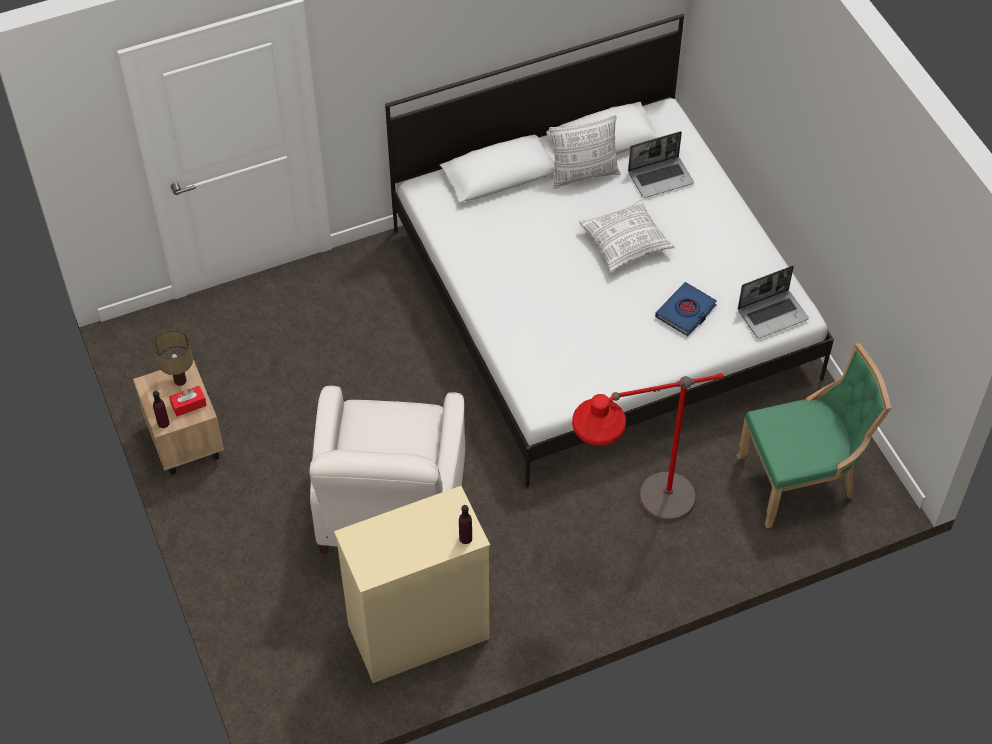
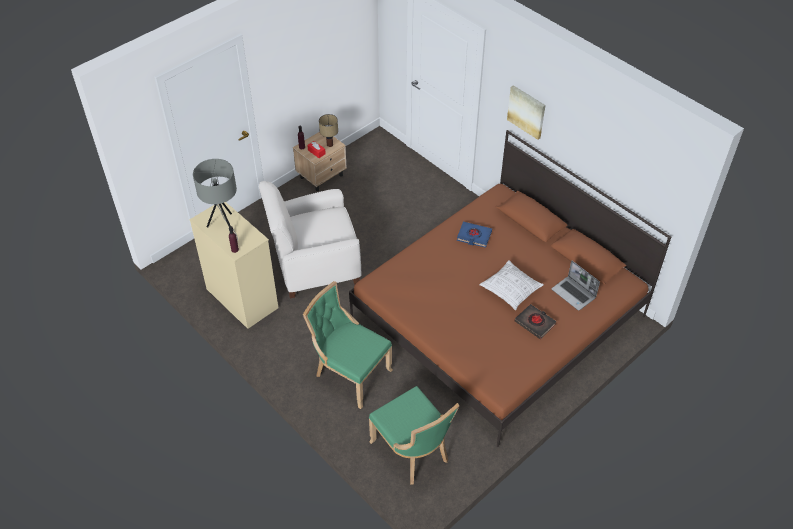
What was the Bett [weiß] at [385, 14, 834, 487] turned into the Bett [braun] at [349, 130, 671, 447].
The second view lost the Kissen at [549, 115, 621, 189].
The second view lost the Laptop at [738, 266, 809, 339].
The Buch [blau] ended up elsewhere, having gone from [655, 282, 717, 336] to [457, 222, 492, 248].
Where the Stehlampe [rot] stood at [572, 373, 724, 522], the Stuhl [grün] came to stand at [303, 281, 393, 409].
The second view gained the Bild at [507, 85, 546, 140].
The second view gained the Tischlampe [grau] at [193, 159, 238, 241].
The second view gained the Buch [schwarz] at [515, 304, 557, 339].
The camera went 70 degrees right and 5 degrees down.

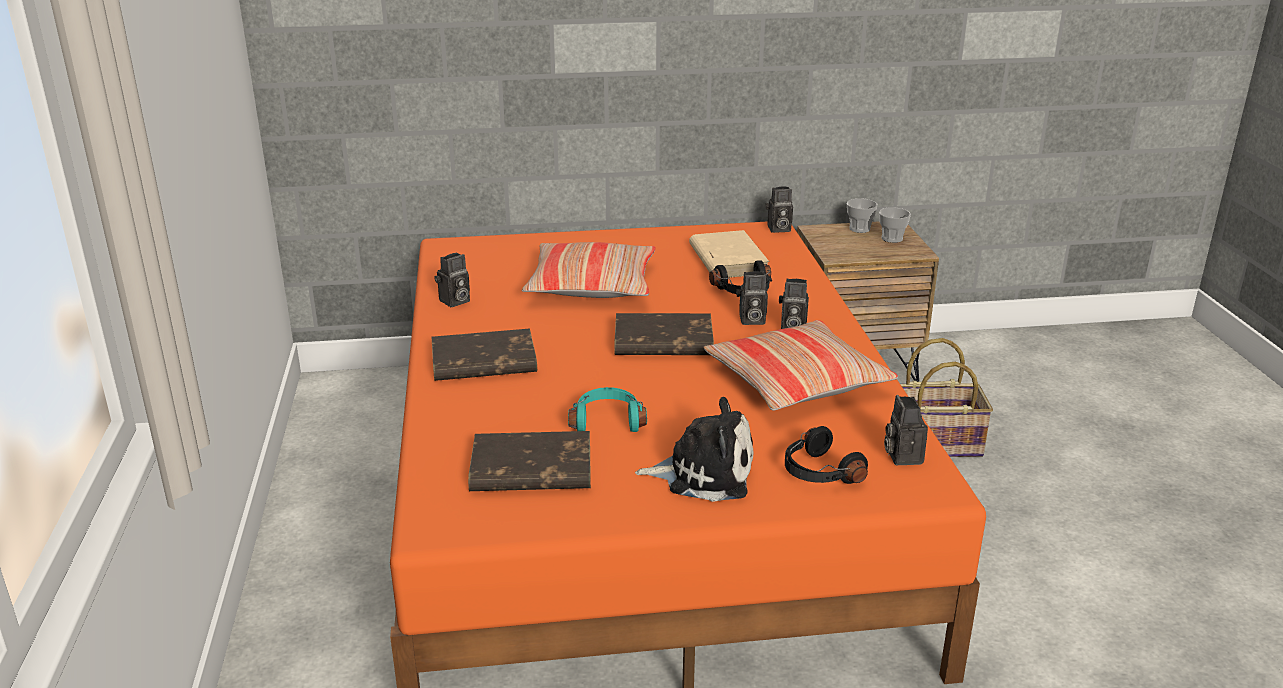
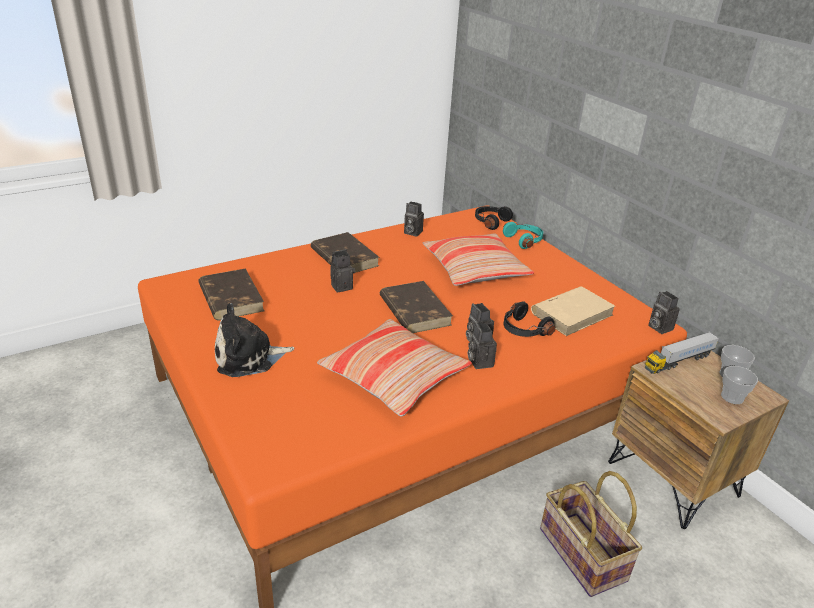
The Kopfhörer [türkis] ended up elsewhere, having gone from [568, 387, 647, 432] to [503, 222, 543, 249].
The Kamera ended up elsewhere, having gone from [884, 395, 928, 465] to [330, 250, 355, 292].
The Plüschtier at [635, 397, 754, 502] ended up facing another way, 90 degrees clockwise from before.
The Kopfhörer [schwarz] ended up elsewhere, having gone from [785, 426, 868, 484] to [475, 206, 513, 230].
The second view gained the Spielzeuglaster at [645, 332, 719, 374].
The camera went 65 degrees right and 5 degrees up.

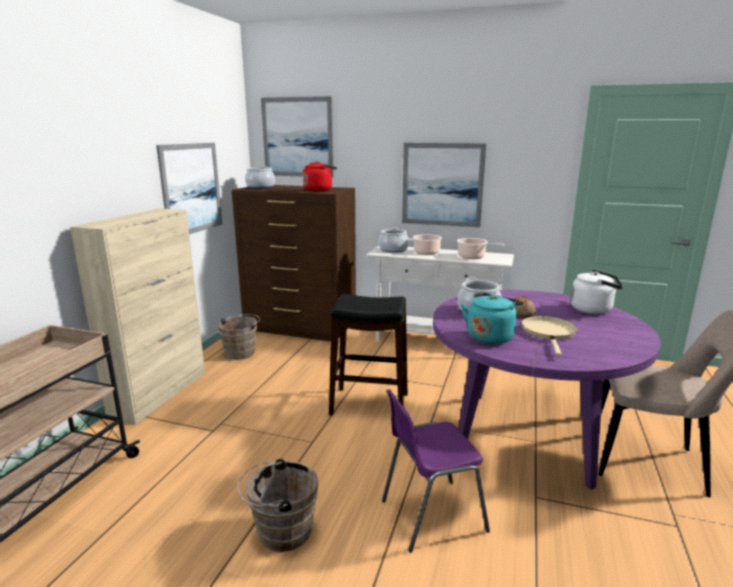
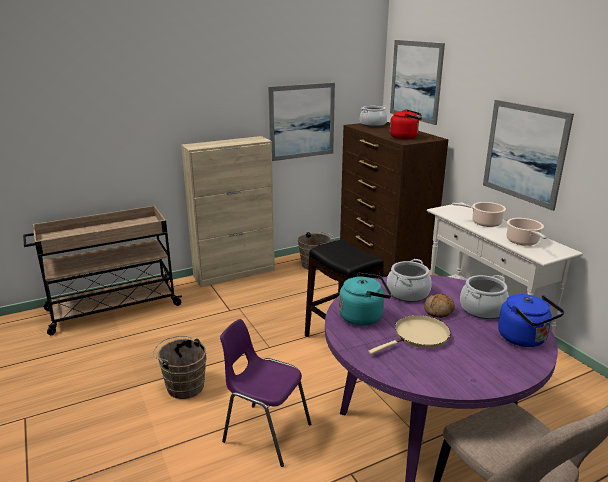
The Kochtopf ended up elsewhere, having gone from [379, 227, 409, 253] to [460, 275, 509, 319].
What was the Wasserkessel [weiß] at [570, 270, 623, 314] turned into the Wasserkessel [blau] at [498, 294, 564, 347].
The camera went 45 degrees right and 5 degrees up.

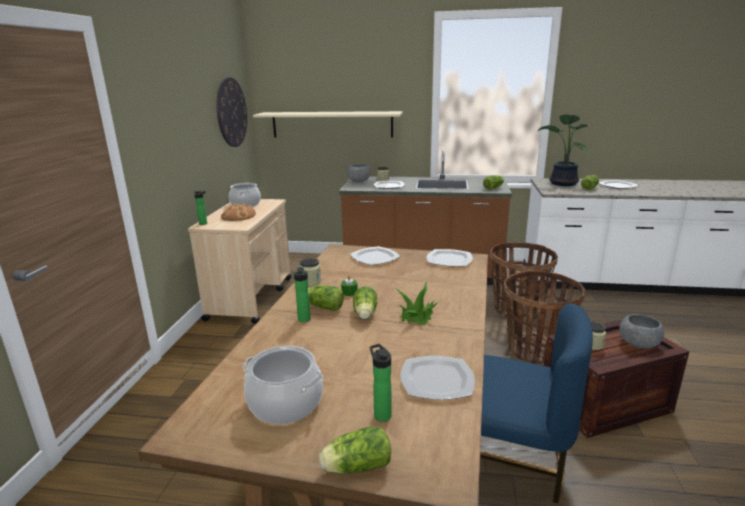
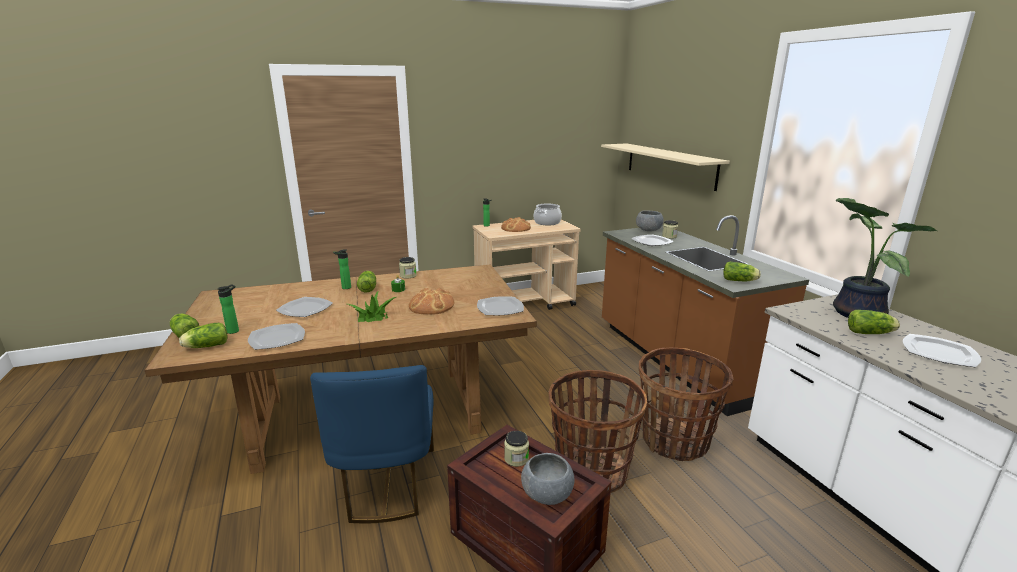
The second view lost the Wanduhr at [217, 77, 247, 147].
The Teller ended up elsewhere, having gone from [350, 246, 400, 265] to [276, 297, 333, 317].
The Salatkopf ended up elsewhere, having gone from [353, 287, 377, 319] to [179, 323, 228, 348].
The second view lost the Kochtopf at [243, 346, 323, 424].
The second view gained the Brot at [409, 288, 454, 315].
The camera went 60 degrees right and 0 degrees up.

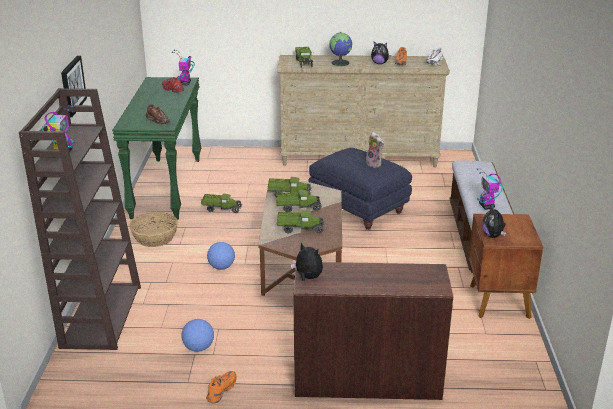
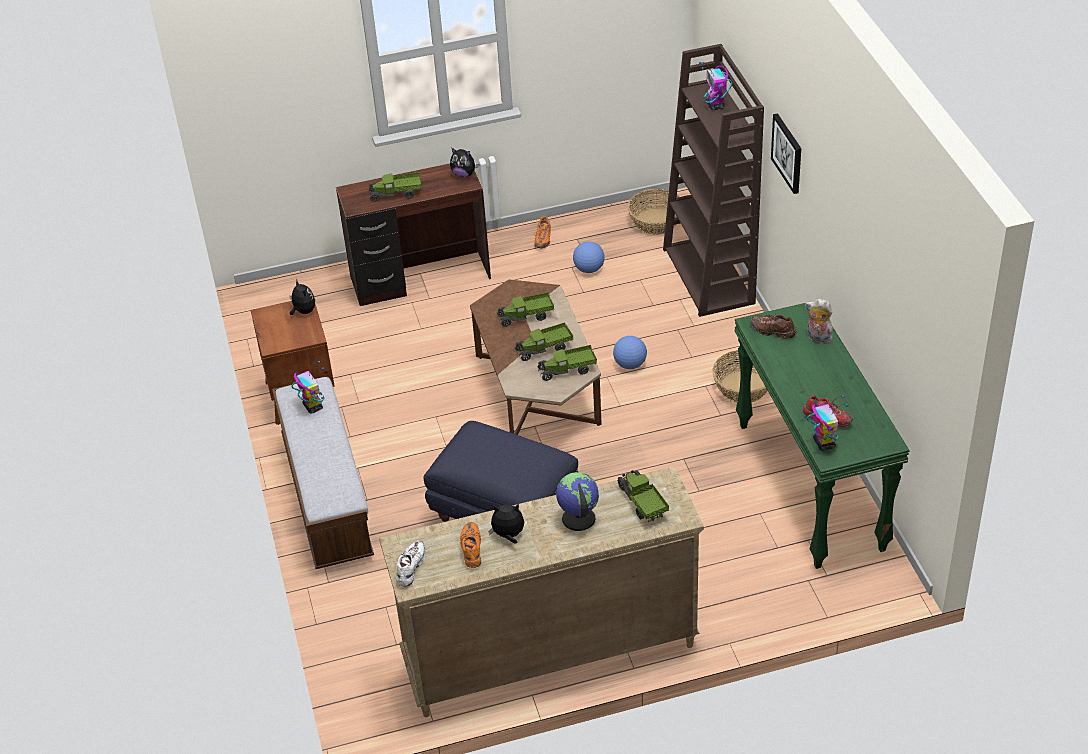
The Plüschtier ended up elsewhere, having gone from [365, 132, 384, 168] to [805, 299, 835, 344].
The Spielzeuglaster ended up elsewhere, having gone from [201, 194, 242, 213] to [368, 172, 422, 202].
The second view gained the Korb at [628, 189, 680, 235].
The camera went 165 degrees right and 15 degrees up.

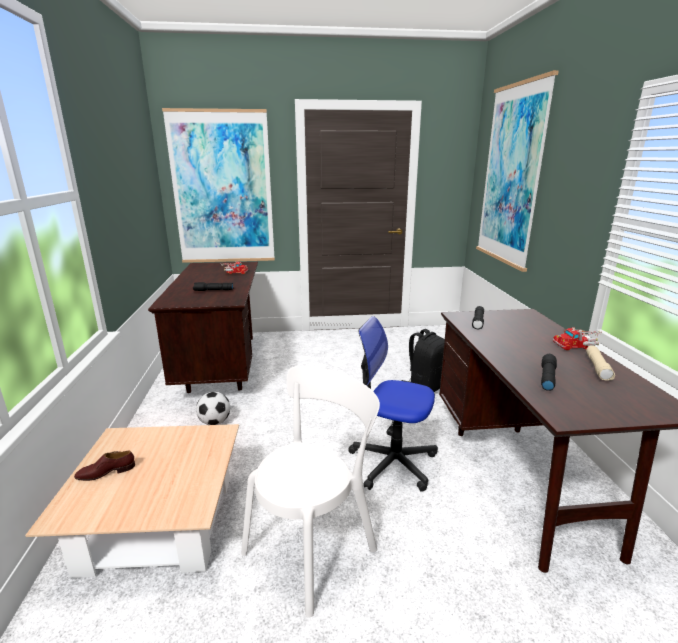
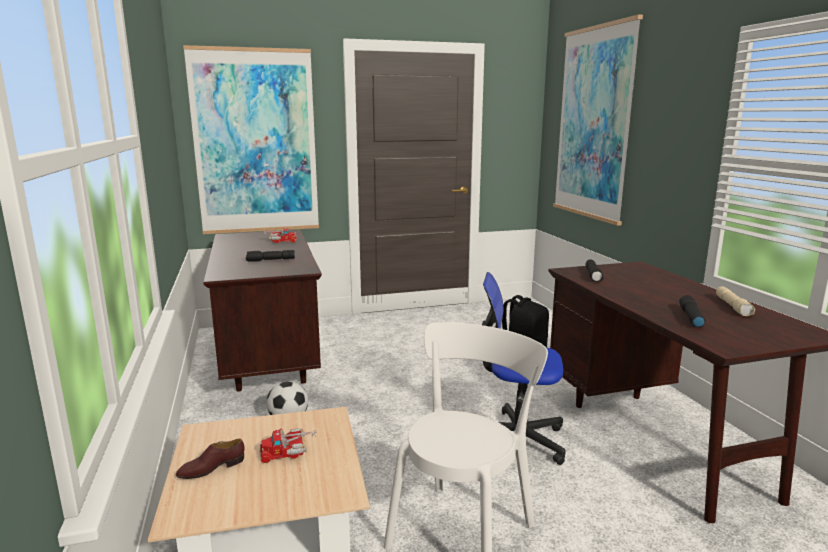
The Spielzeuglaster ended up elsewhere, having gone from [553, 327, 601, 350] to [259, 428, 318, 463].
The camera went 10 degrees left and 5 degrees down.

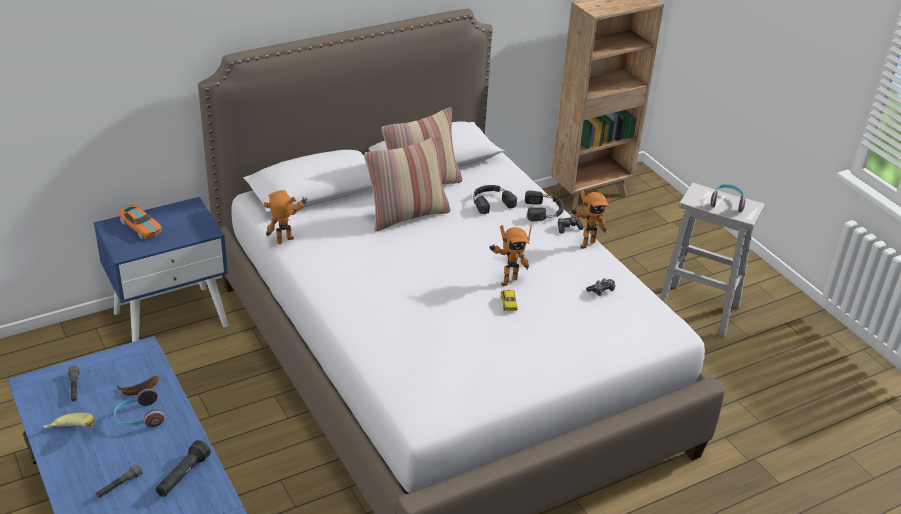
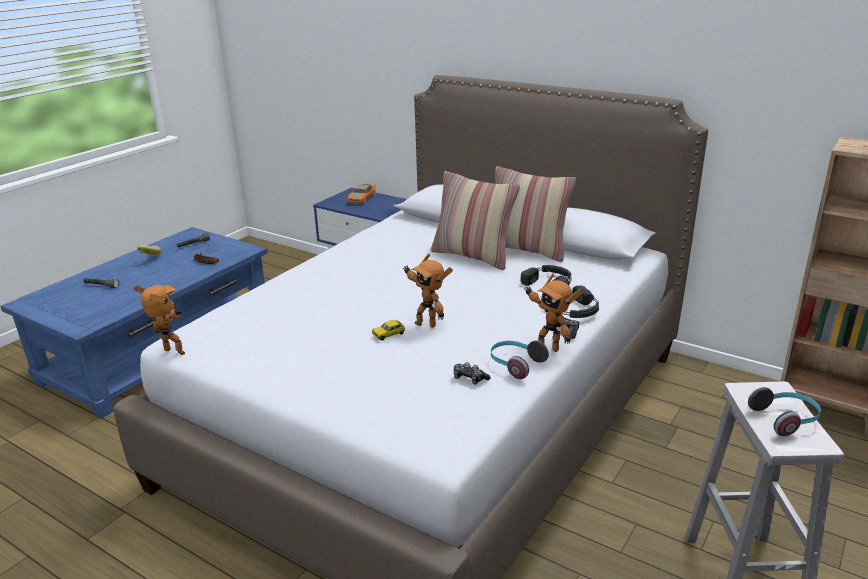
The Spielzeugroboter ended up elsewhere, having gone from [264, 190, 307, 245] to [134, 285, 185, 355].
The Kopfhörer ended up elsewhere, having gone from [114, 389, 165, 427] to [491, 340, 549, 379].
The second view lost the Taschenlampe [schwarz] at [156, 440, 211, 497].
The camera went 65 degrees right and 10 degrees down.

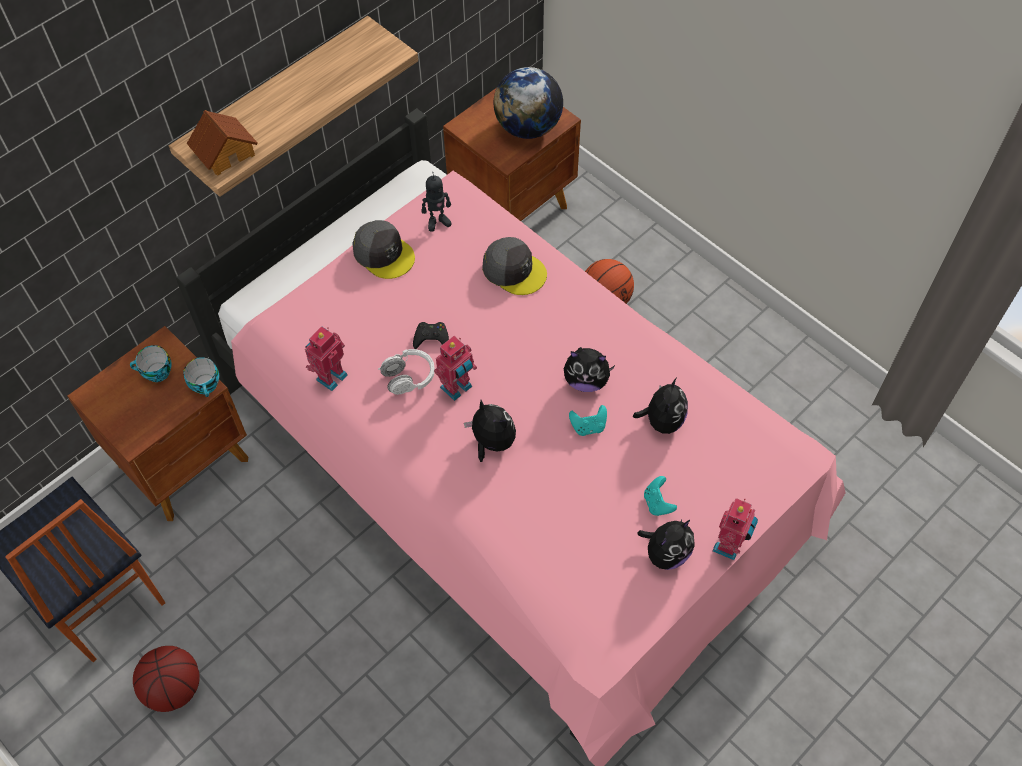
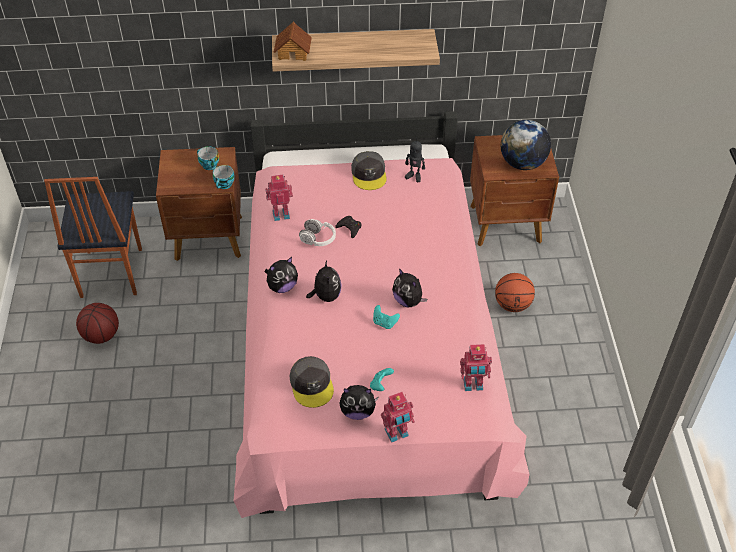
The Kappe [grau] ended up elsewhere, having gone from [482, 237, 547, 295] to [290, 356, 334, 408].
The Spielzeugroboter ended up elsewhere, having gone from [434, 336, 477, 401] to [460, 344, 492, 391].
The Plüschtier ended up elsewhere, having gone from [633, 377, 688, 434] to [265, 257, 298, 293].
The camera went 40 degrees right and 10 degrees down.

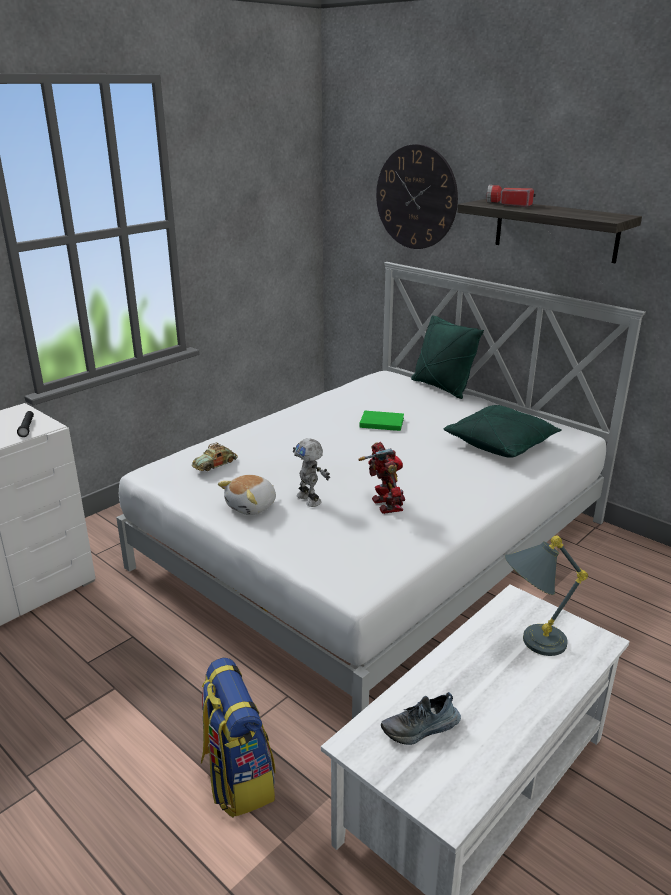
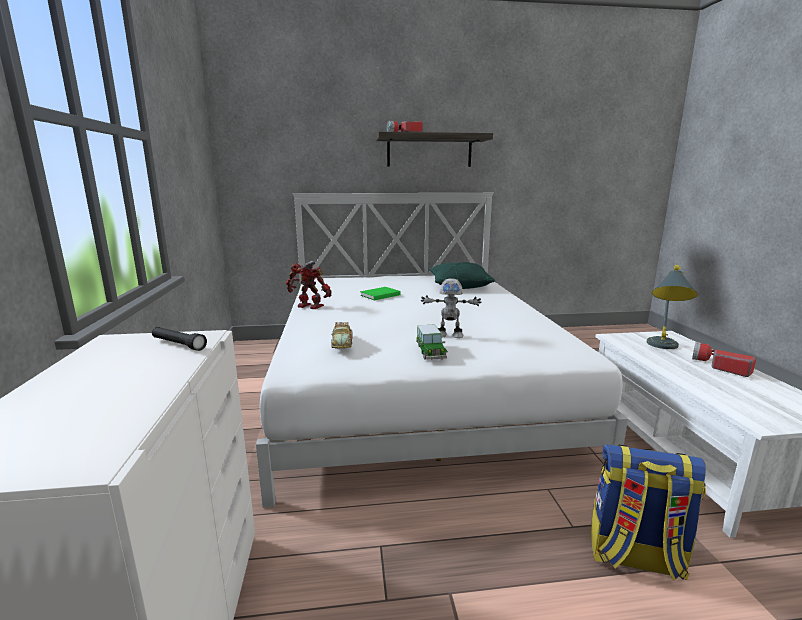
The second view lost the Wanduhr at [376, 144, 458, 249].
The second view lost the Kissen [grün] at [411, 316, 484, 399].
The Spielzeugroboter ended up elsewhere, having gone from [359, 442, 405, 514] to [286, 261, 332, 309].
Where the Plüschtier stood at [218, 475, 276, 515], the Spielzeugauto came to stand at [416, 324, 448, 360].
The second view lost the Schuh at [381, 692, 461, 745].
The second view gained the Taschenlampe at [692, 342, 756, 377].
The camera went 50 degrees left and 10 degrees down.

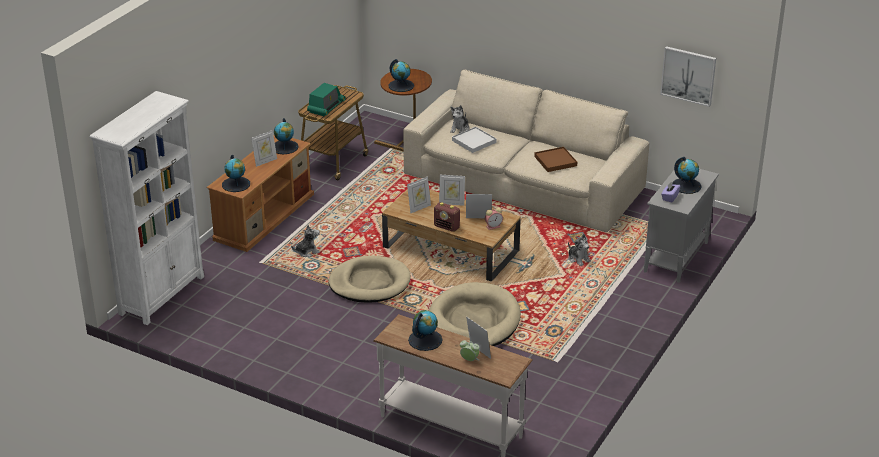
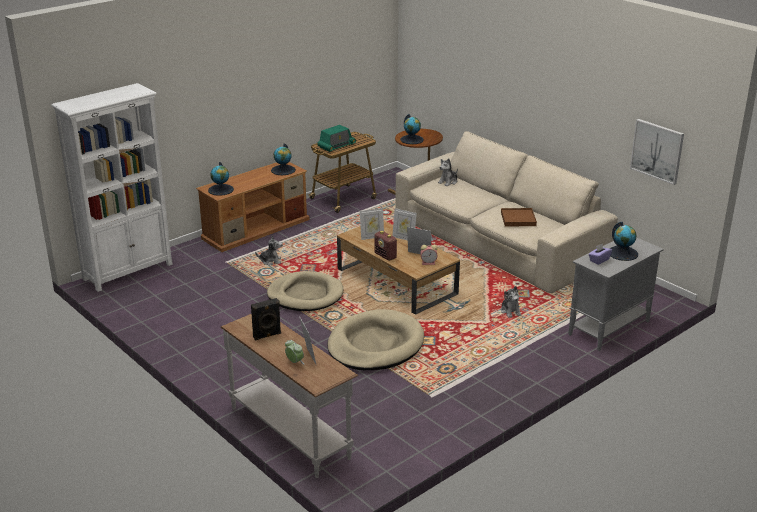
The second view lost the Tablett [weiß] at [452, 127, 497, 153].
The second view lost the Bilderrahmen at [251, 130, 277, 167].
Where the Globus stood at [408, 310, 443, 351], the Lautsprecher [schwarz] came to stand at [251, 298, 281, 340].
The camera went 20 degrees right and 5 degrees down.

